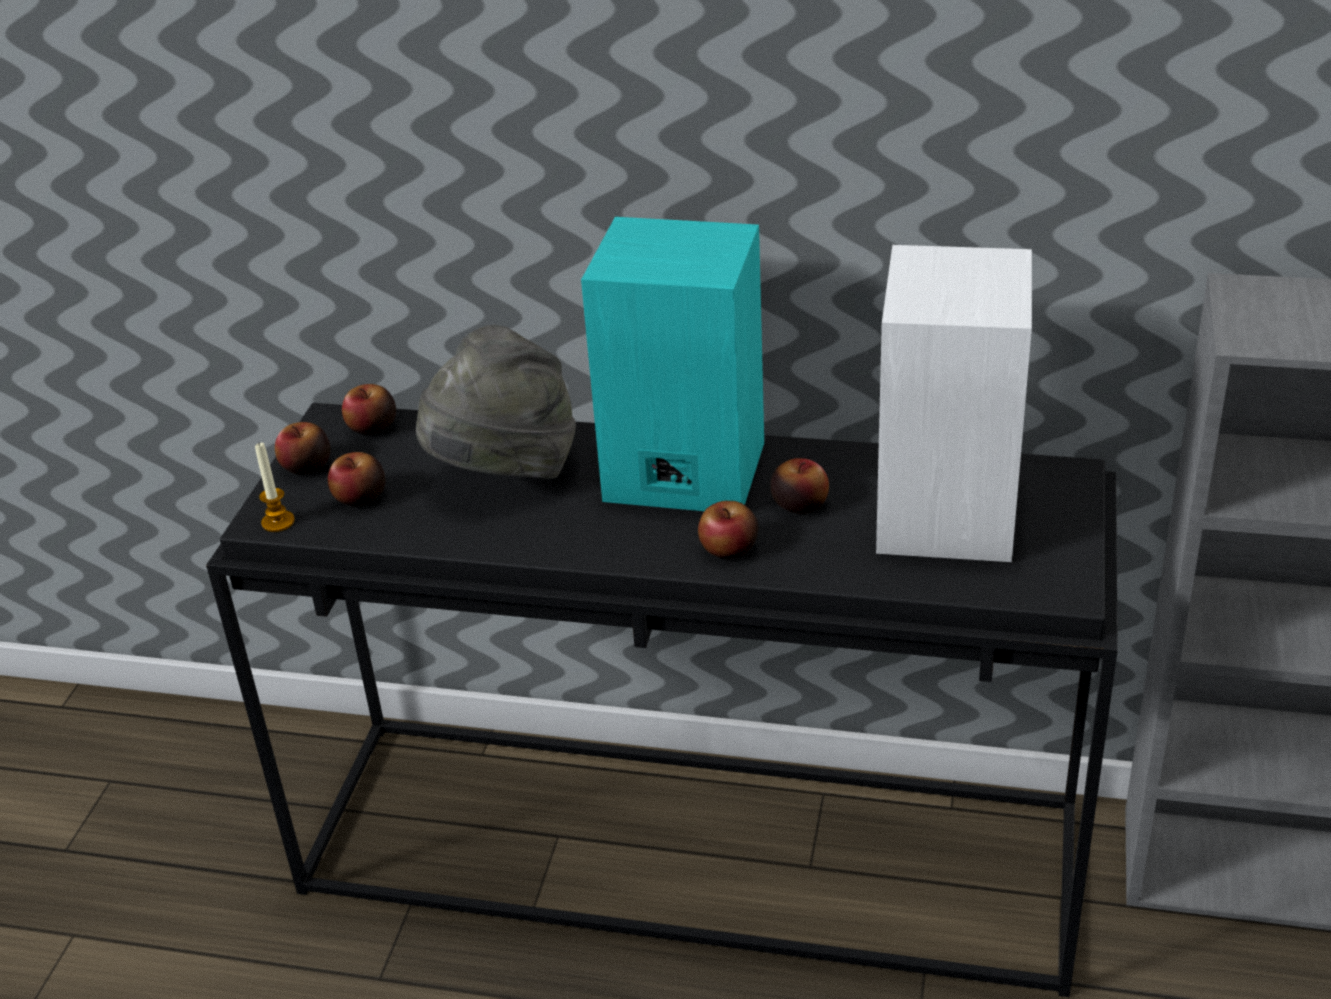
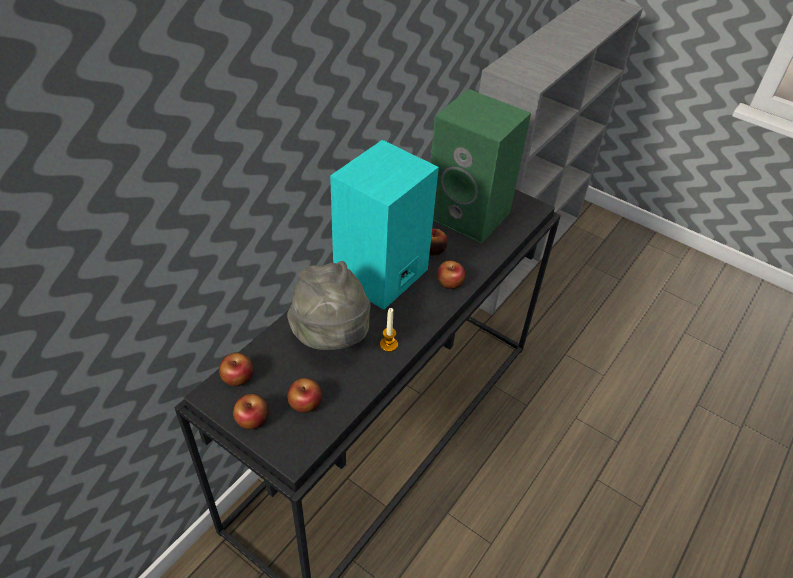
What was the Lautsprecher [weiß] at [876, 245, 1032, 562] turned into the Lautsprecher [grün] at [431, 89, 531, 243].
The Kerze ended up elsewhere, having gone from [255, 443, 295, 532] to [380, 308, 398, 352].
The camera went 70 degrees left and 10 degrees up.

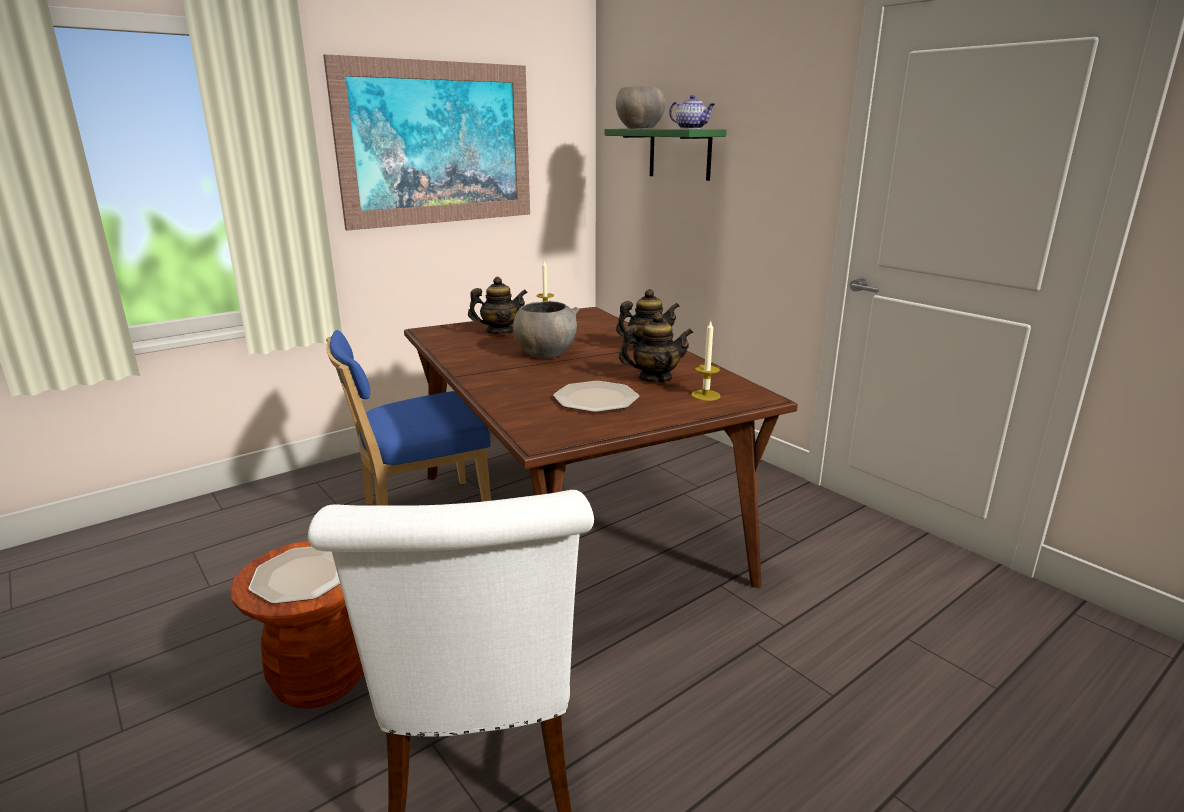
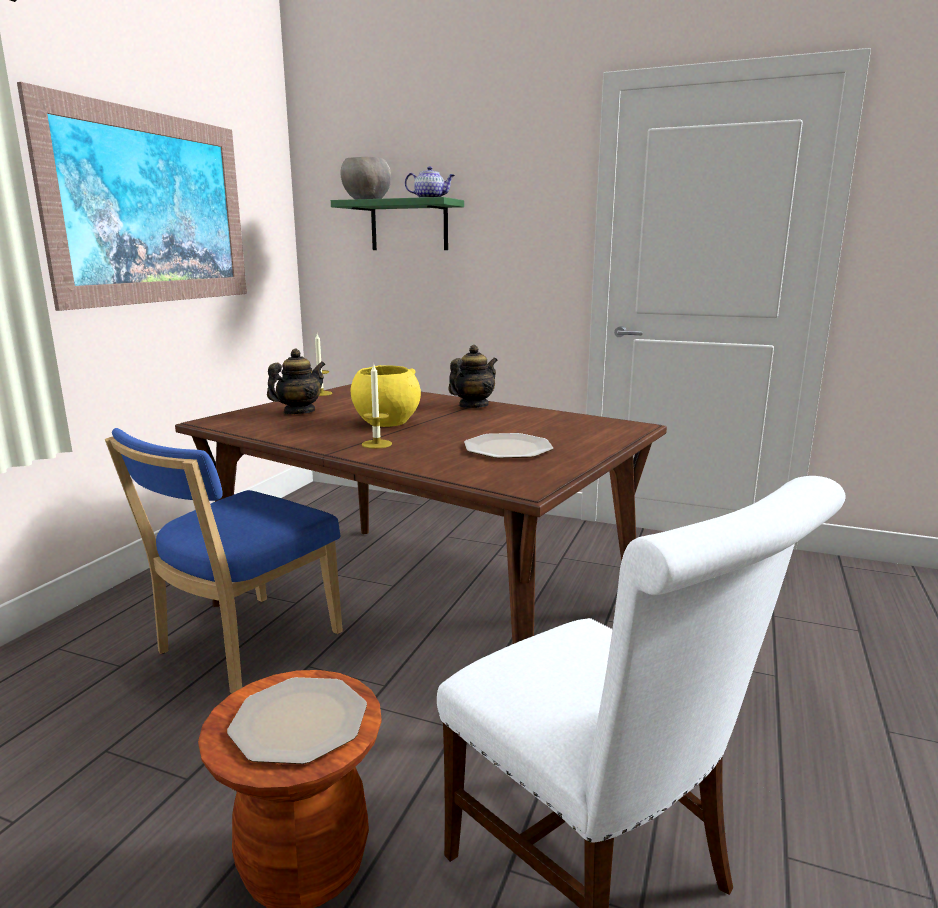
What was the Schüssel [grau] at [513, 301, 579, 359] turned into the Schüssel [gelb] at [351, 365, 421, 427].
The second view lost the Teekanne at [619, 312, 693, 383].
The Kerze ended up elsewhere, having gone from [691, 320, 721, 401] to [362, 365, 392, 449].
The camera went 30 degrees left and 5 degrees down.

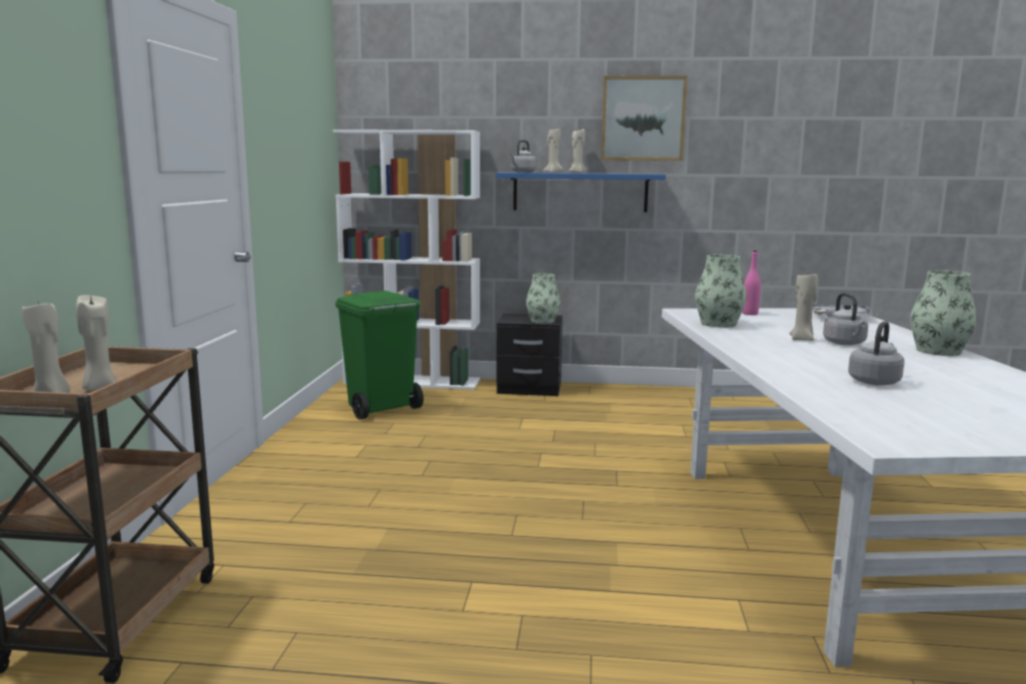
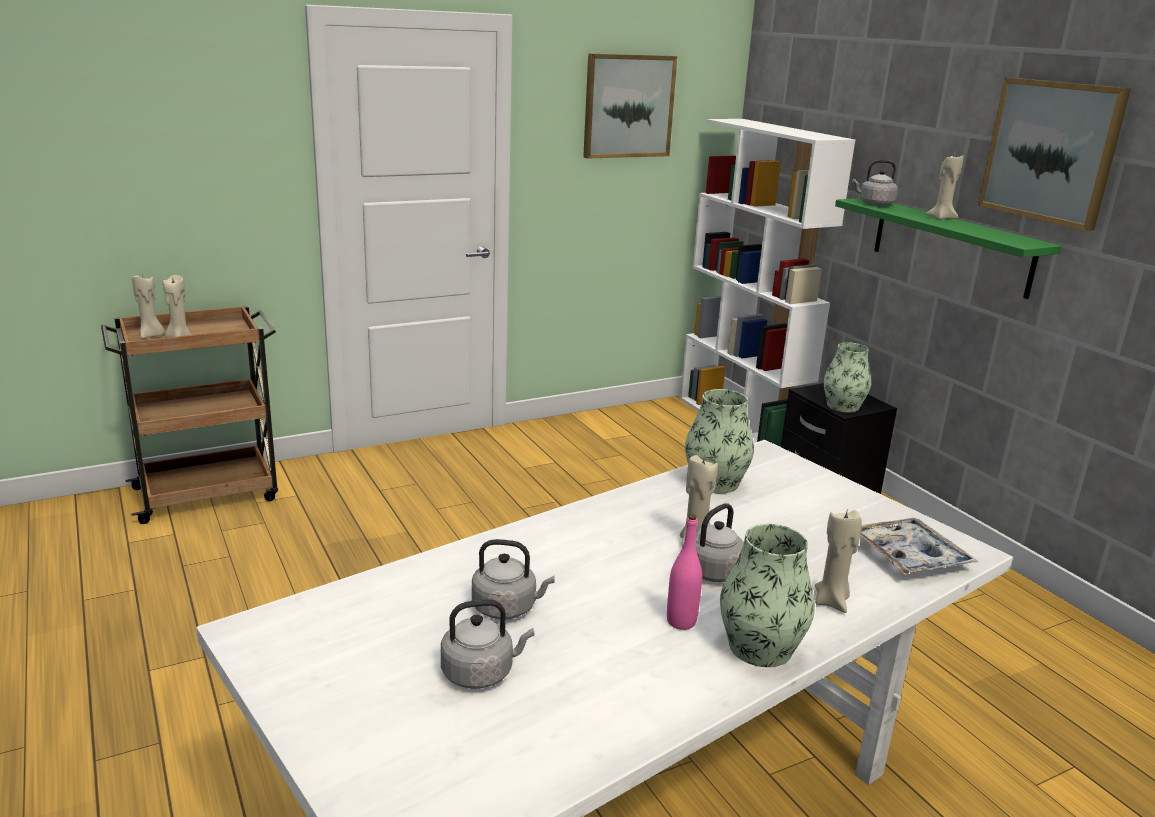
The Kerze [beige] ended up elsewhere, having gone from [543, 128, 564, 173] to [815, 508, 862, 613].
What was the Wandregal [blau] at [496, 173, 666, 212] turned into the Wandregal [grün] at [835, 198, 1062, 299].
The Flasche [rosa] ended up elsewhere, having gone from [742, 250, 761, 315] to [667, 514, 702, 630].
The second view lost the Mülleimer [grün] at [335, 291, 424, 420].
The second view gained the Bild at [583, 54, 677, 159].
The second view gained the Wasserkessel [grau] at [441, 599, 534, 689].
The camera went 55 degrees right and 10 degrees up.

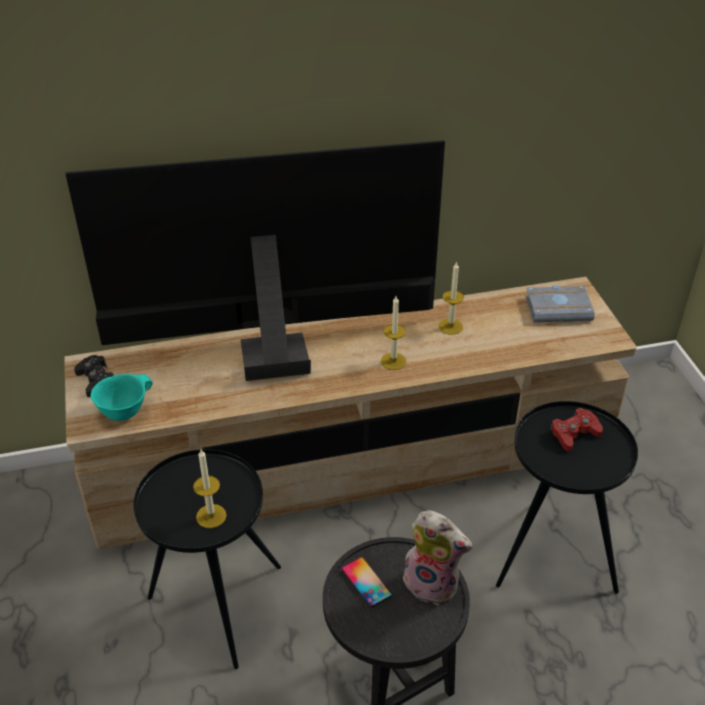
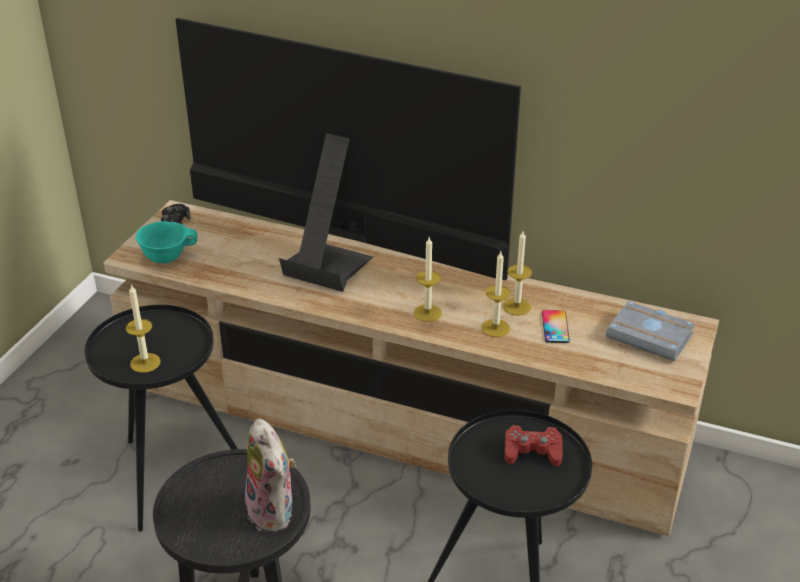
The Handy ended up elsewhere, having gone from [342, 557, 392, 607] to [542, 310, 570, 343].
The second view gained the Kerze at [481, 252, 511, 337].
The camera went 35 degrees right and 5 degrees down.

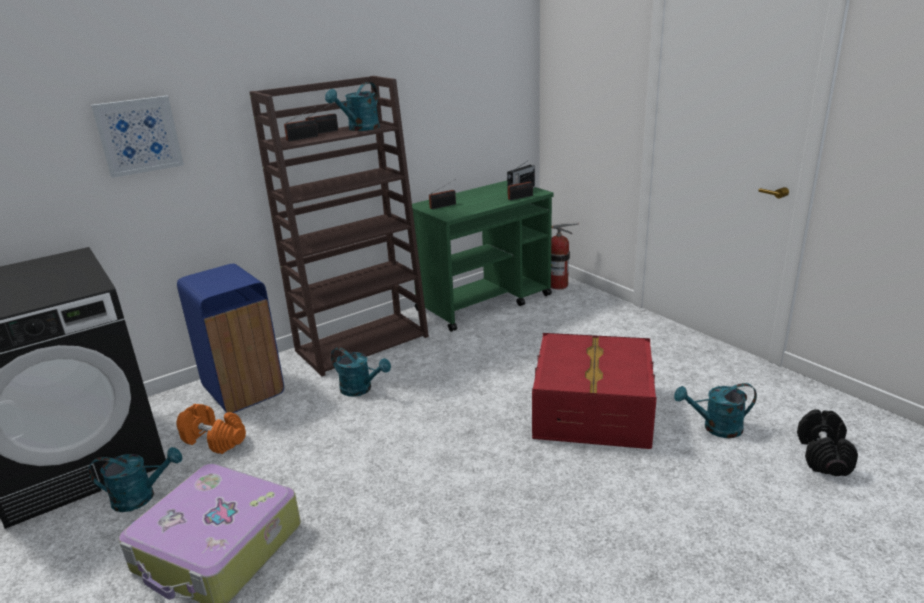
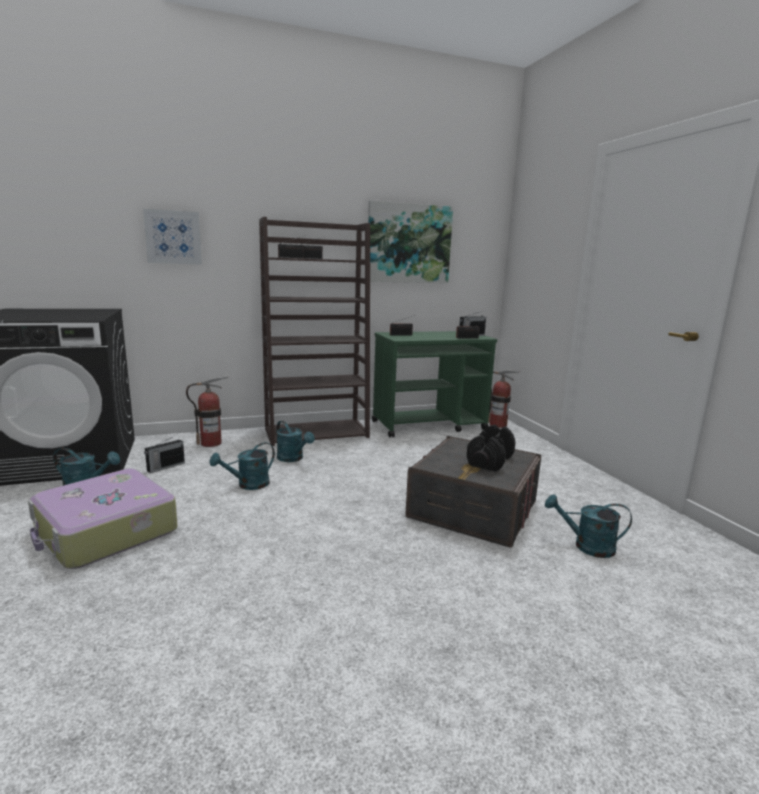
The Gießkanne [türkis] ended up elsewhere, having gone from [325, 82, 380, 131] to [210, 442, 275, 490].
Where the Mülleimer [blau] stood at [177, 264, 284, 413], the Feuerlöscher came to stand at [186, 376, 228, 447].
What was the Aufbewahrungsbox [rot] at [532, 333, 657, 449] turned into the Aufbewahrungsbox [grau] at [405, 436, 541, 548].
Where the Hantel [orange] stood at [176, 404, 246, 454], the Radio came to stand at [144, 437, 185, 473].
The Hantel [schwarz] ended up elsewhere, having gone from [797, 409, 858, 476] to [467, 425, 515, 472].
The second view gained the Bild at [368, 200, 453, 283].
The camera went 15 degrees right and 10 degrees down.

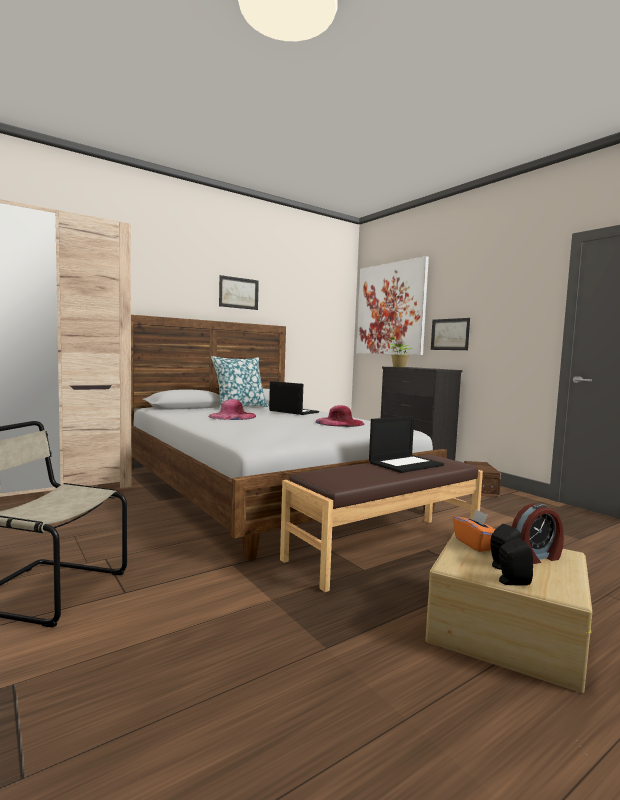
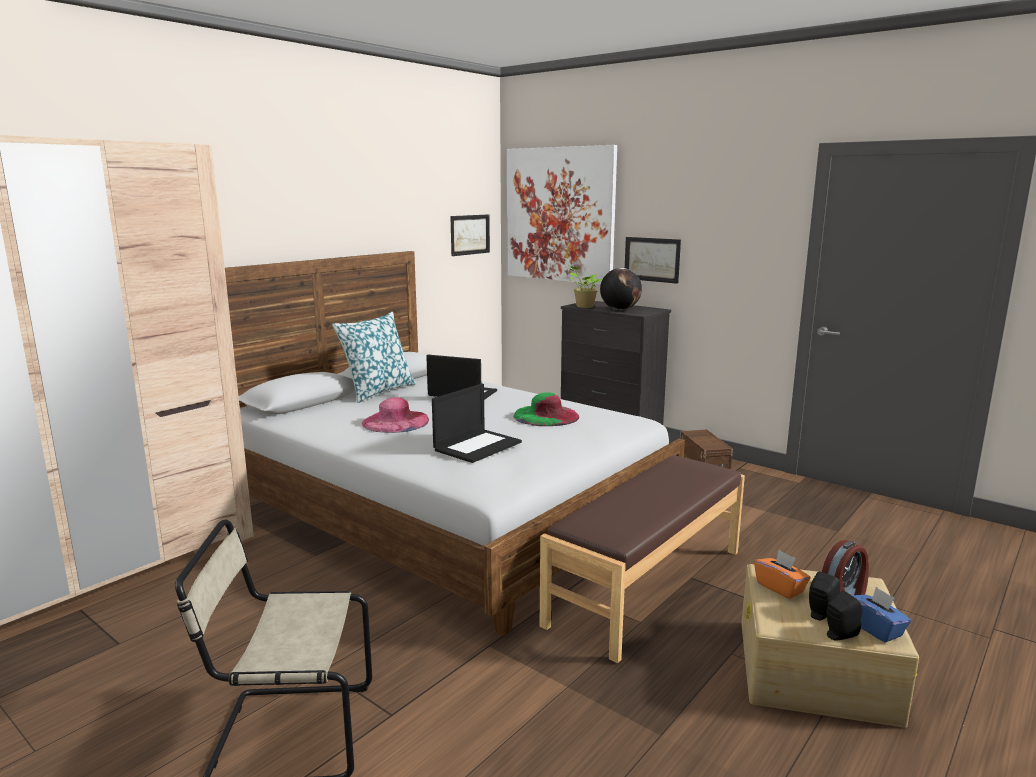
The Bild ended up elsewhere, having gone from [219, 275, 259, 310] to [450, 214, 490, 256].
What was the Hut [rosa] at [316, 405, 364, 427] turned into the Hut [grün] at [514, 392, 580, 426].
The Laptop ended up elsewhere, having gone from [369, 416, 444, 473] to [432, 384, 522, 463].
The second view gained the Globus at [600, 268, 642, 310].
The second view gained the Taschentuchbox [blau] at [852, 587, 911, 643].
The camera went 15 degrees left and 10 degrees up.

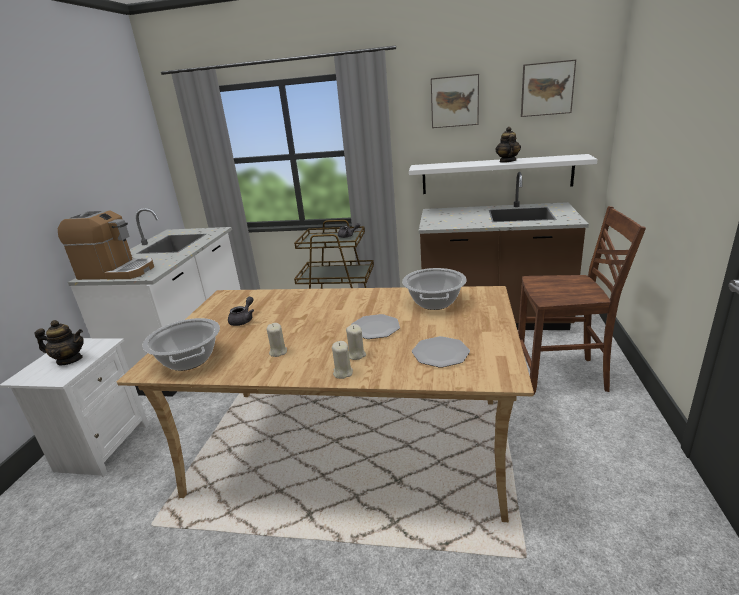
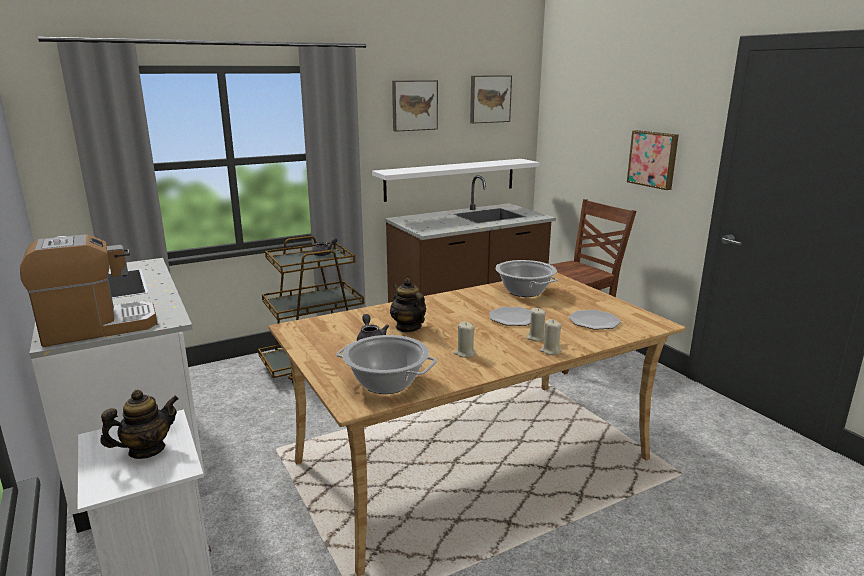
The Teekanne ended up elsewhere, having gone from [495, 127, 521, 163] to [390, 278, 426, 332].
The second view gained the Bild at [627, 130, 679, 190].
The camera went 40 degrees left and 5 degrees down.

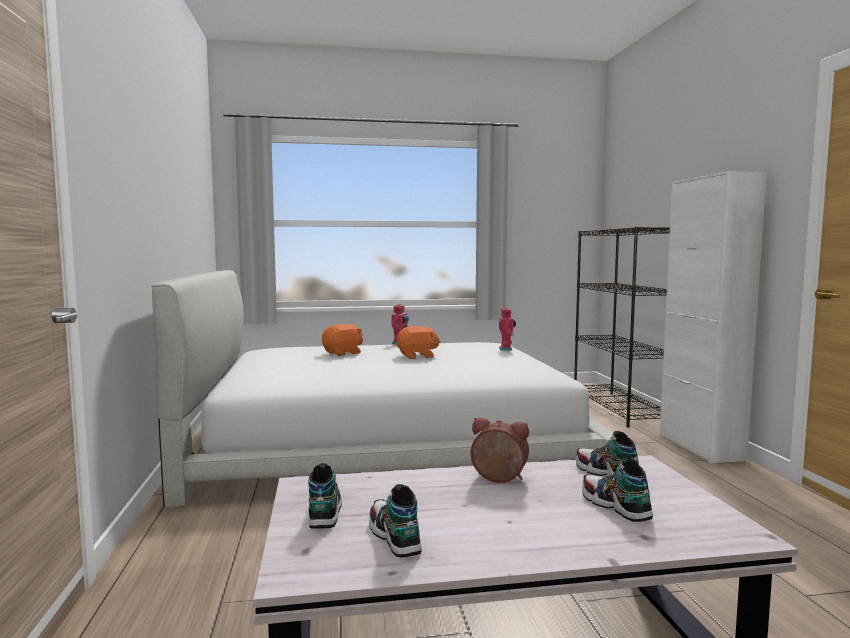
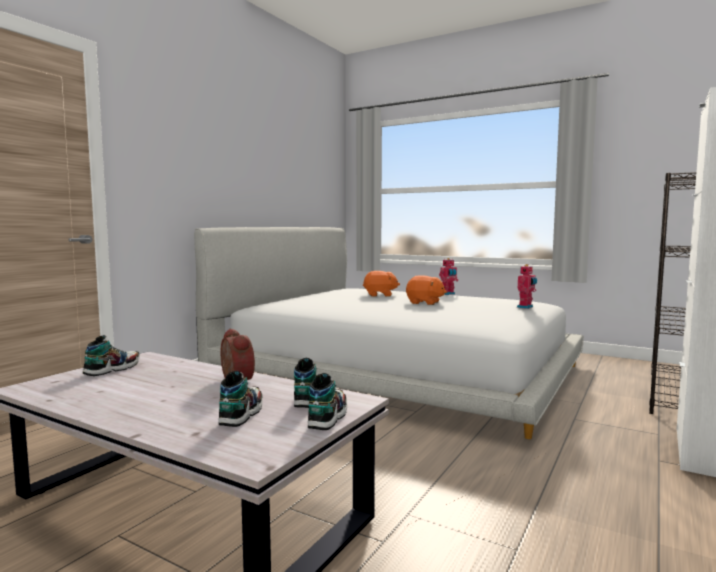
The Schuh ended up elsewhere, having gone from [369, 484, 422, 558] to [307, 373, 347, 430].
The camera went 40 degrees right and 0 degrees up.

